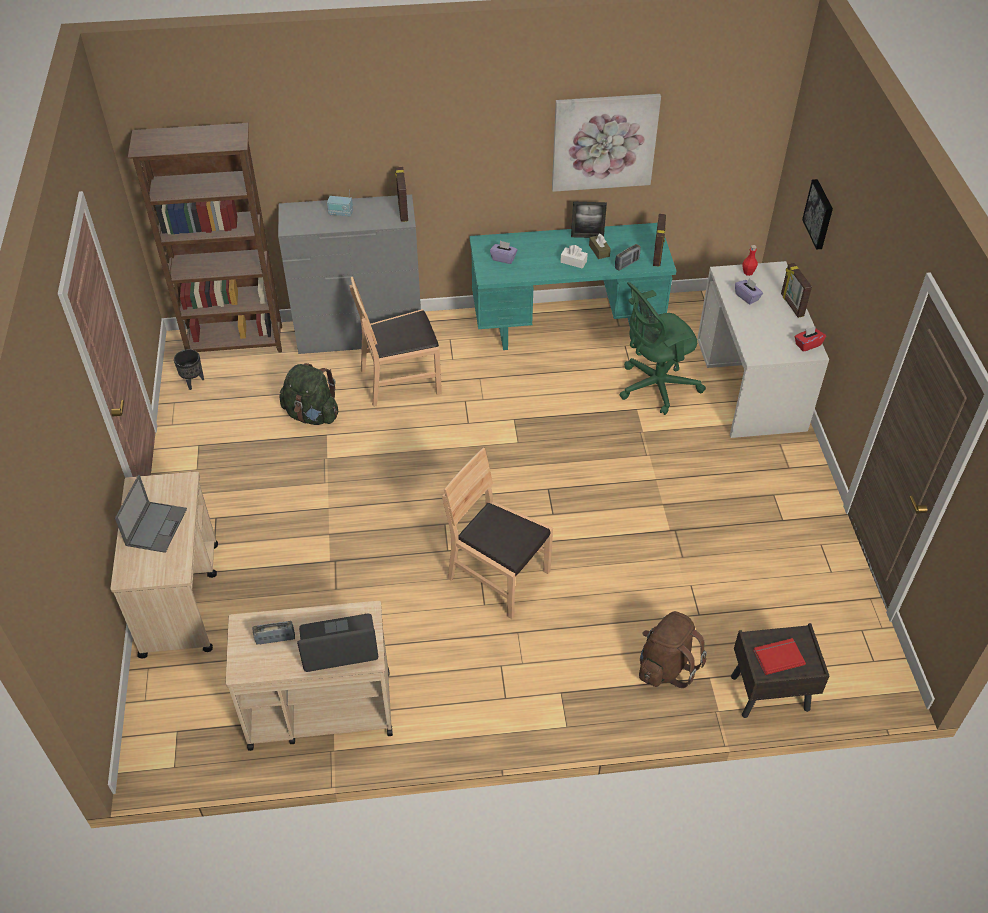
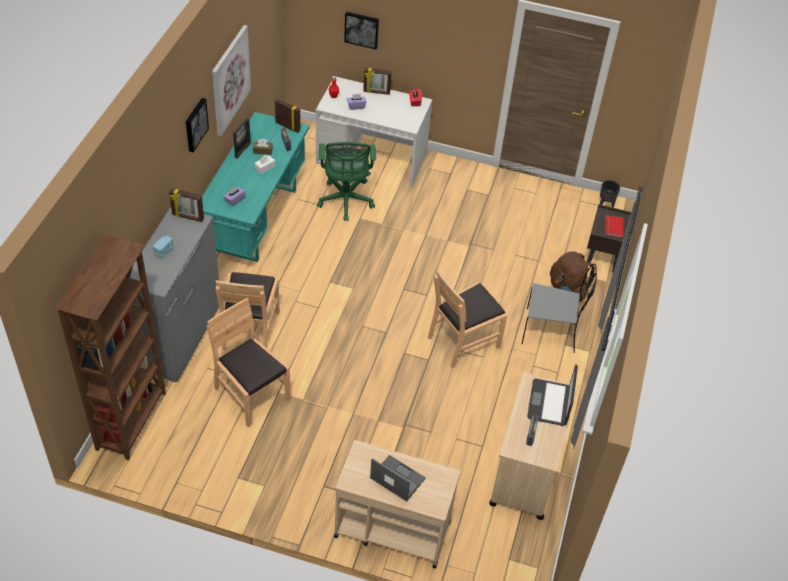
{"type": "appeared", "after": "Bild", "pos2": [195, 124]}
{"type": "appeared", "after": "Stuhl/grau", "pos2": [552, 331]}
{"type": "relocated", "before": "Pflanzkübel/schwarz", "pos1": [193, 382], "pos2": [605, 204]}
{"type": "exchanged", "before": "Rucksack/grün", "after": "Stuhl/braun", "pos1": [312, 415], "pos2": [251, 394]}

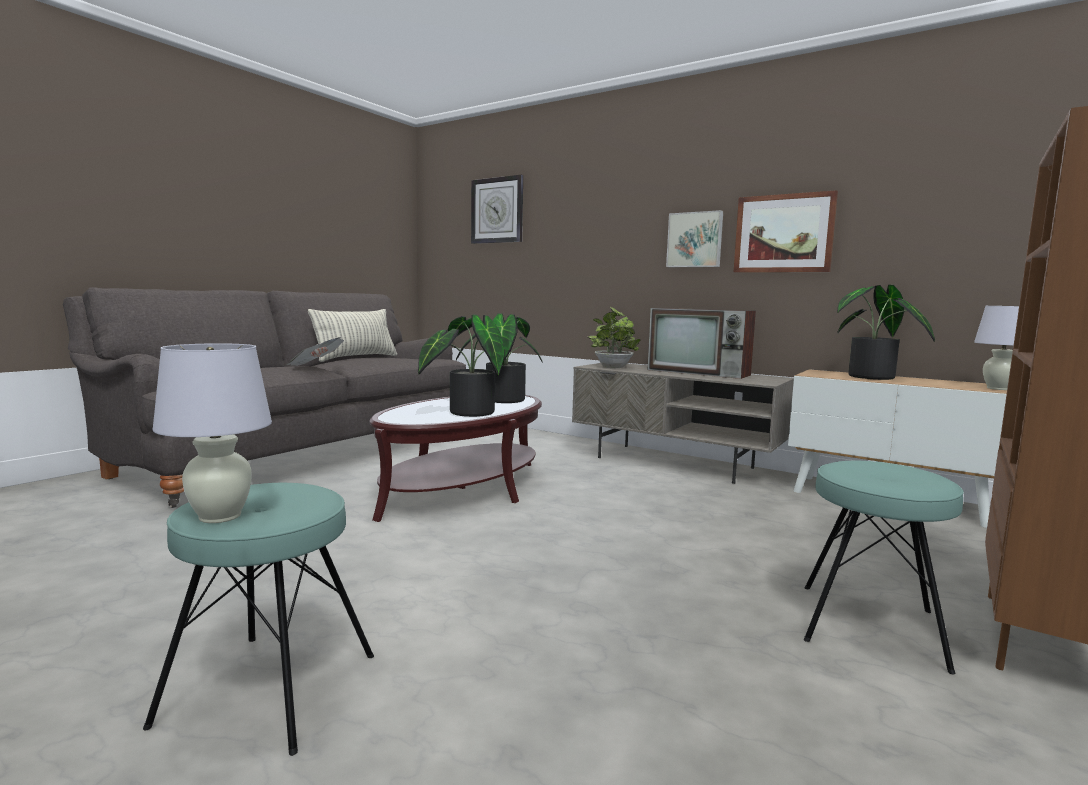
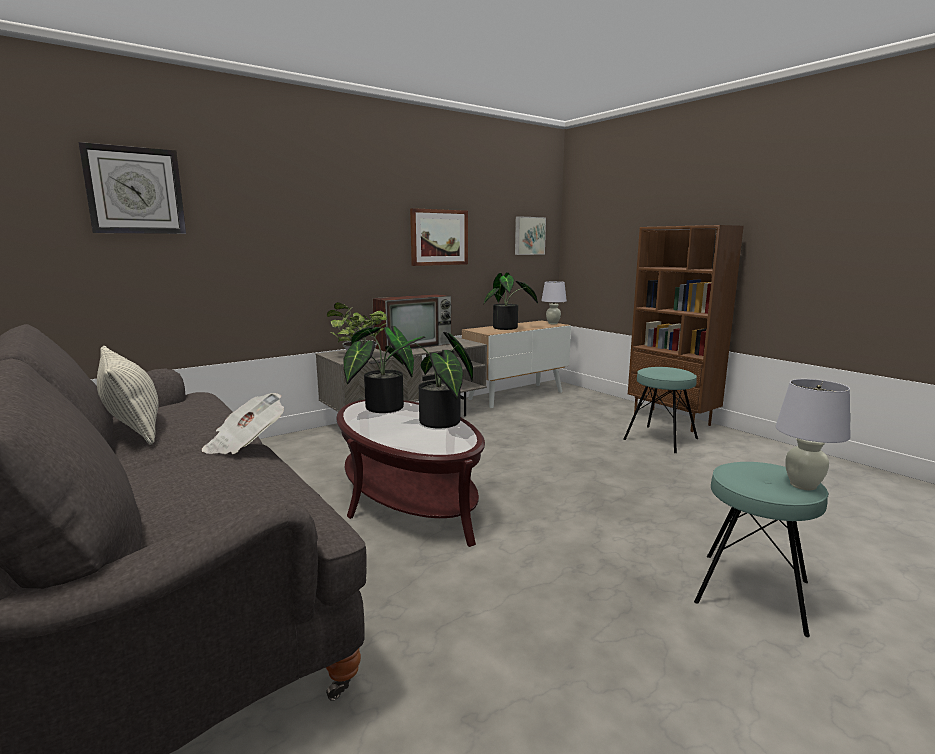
{"type": "relocated", "before": "Bild", "pos1": [695, 240], "pos2": [529, 235]}

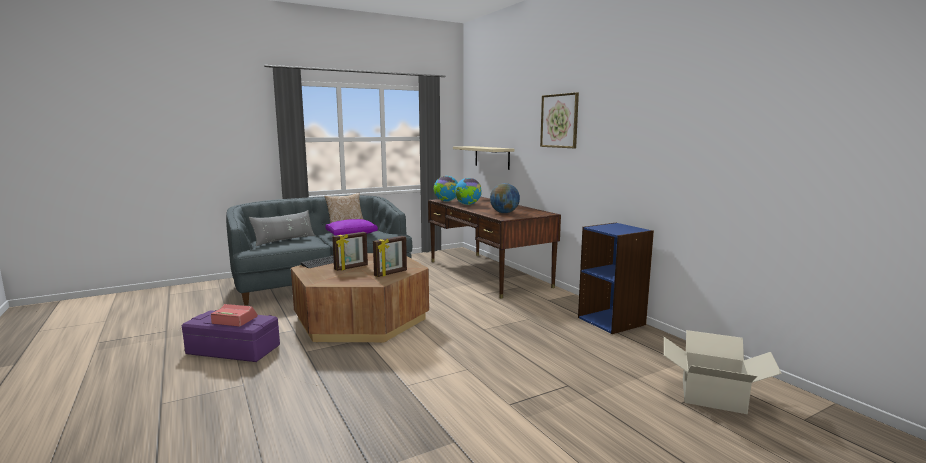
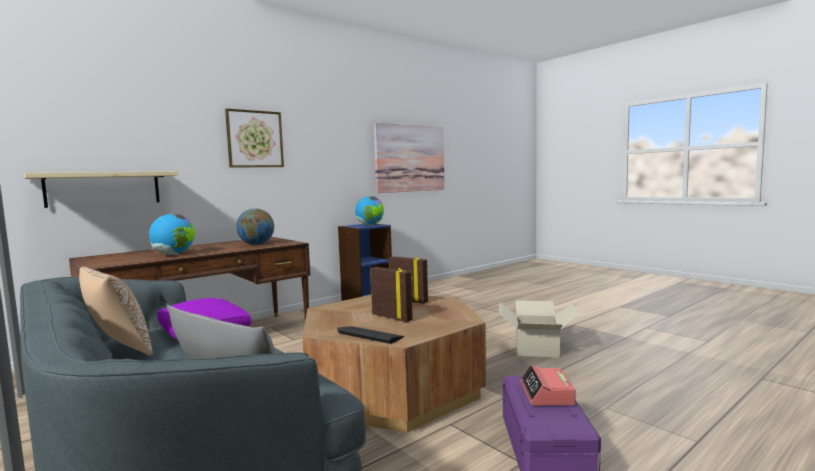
{"type": "appeared", "after": "Bild", "pos2": [410, 158]}
{"type": "relocated", "before": "Globus", "pos1": [446, 201], "pos2": [370, 225]}
{"type": "relocated", "before": "Karton", "pos1": [712, 395], "pos2": [536, 348]}

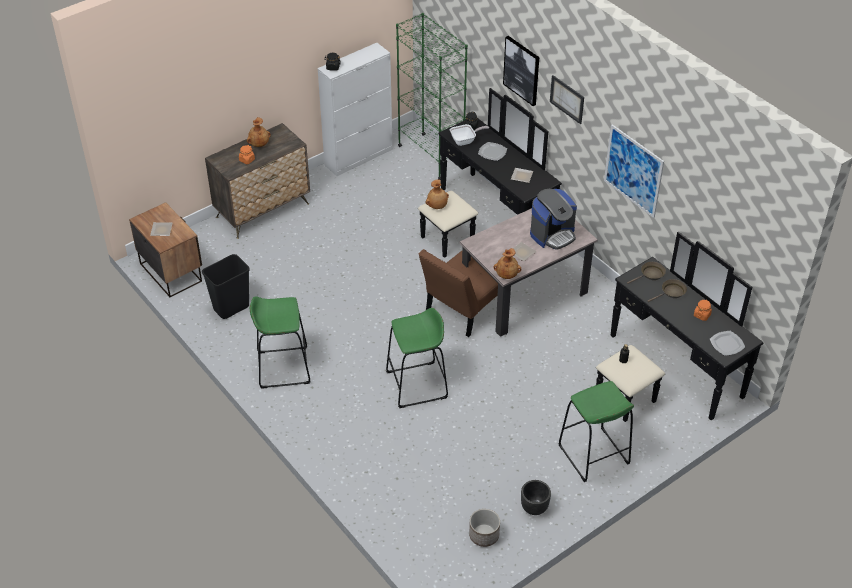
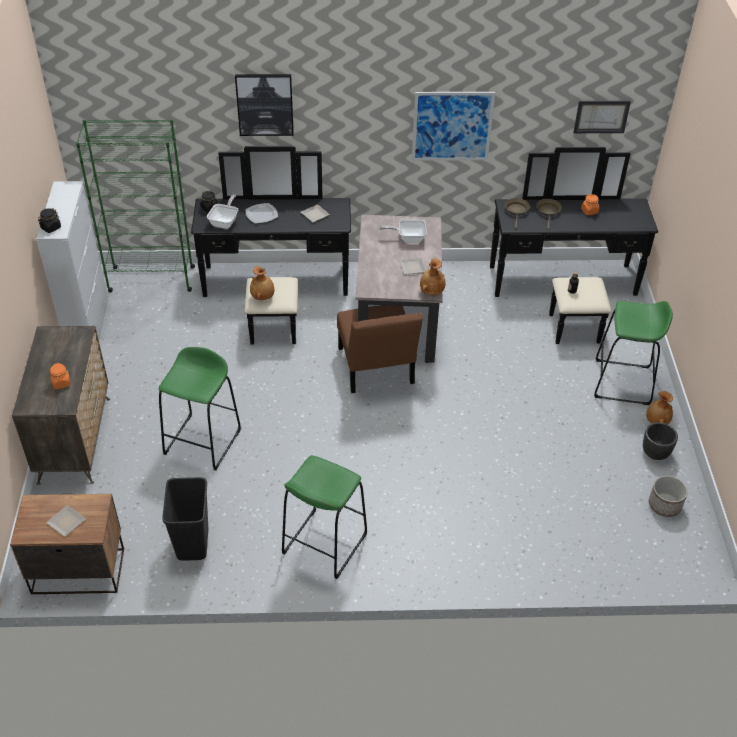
{"type": "missing", "before": "Teller", "pos1": [726, 344]}
{"type": "relocated", "before": "Vase/braun", "pos1": [259, 144], "pos2": [656, 421]}
{"type": "relocated", "before": "Hocker/grün", "pos1": [417, 385], "pos2": [203, 442]}
{"type": "relocated", "before": "Bild", "pos1": [567, 99], "pos2": [601, 116]}
{"type": "exchanged", "before": "Kaffeemaschine", "after": "Pfanne", "pos1": [552, 234], "pos2": [408, 238]}

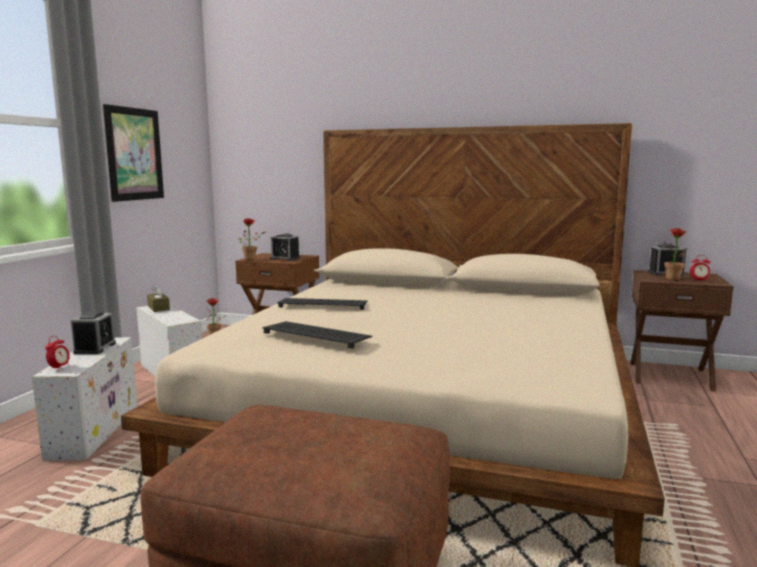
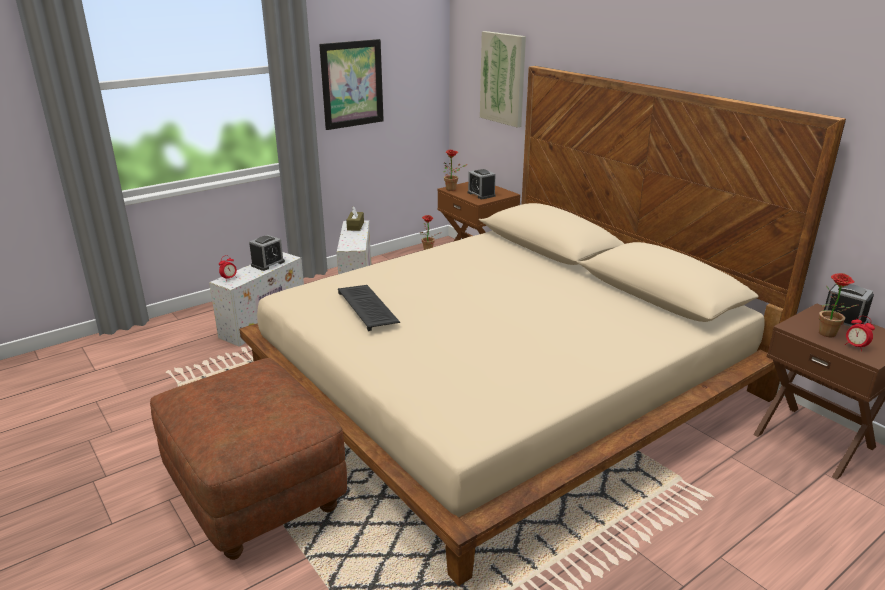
{"type": "missing", "before": "Tastatur", "pos1": [324, 305]}
{"type": "appeared", "after": "Bild", "pos2": [503, 78]}

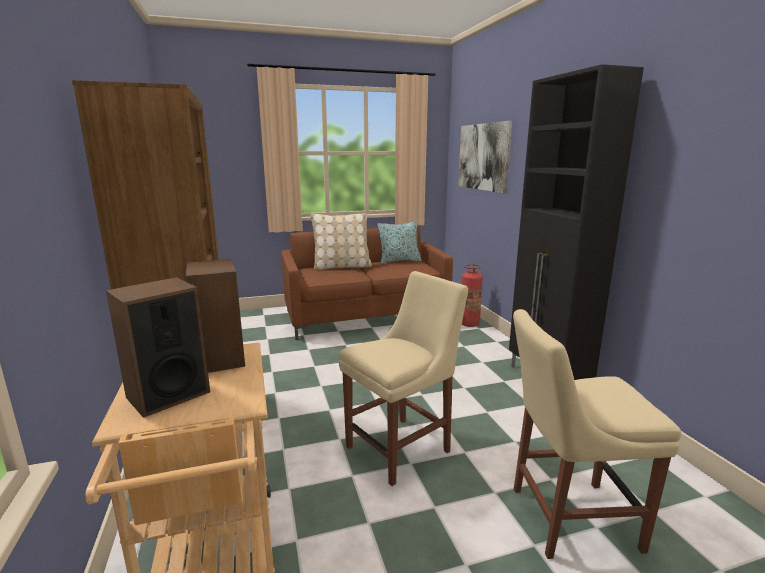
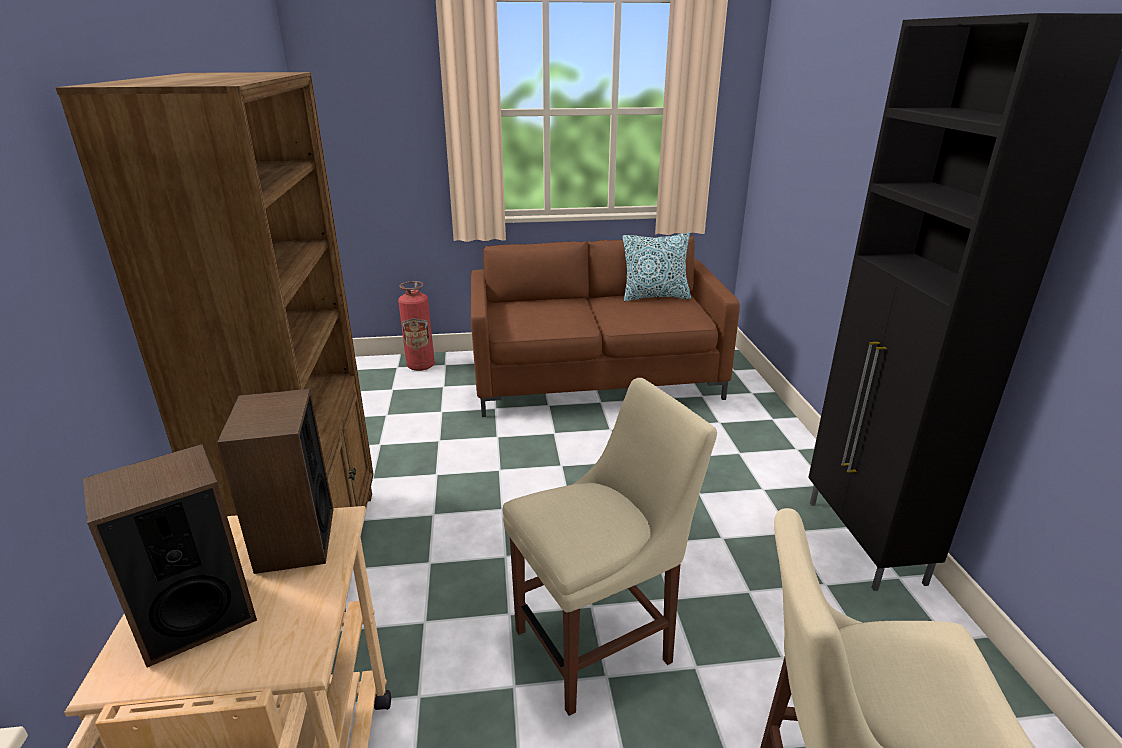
{"type": "missing", "before": "Kissen/beige", "pos1": [341, 267]}
{"type": "missing", "before": "Bild", "pos1": [483, 157]}
{"type": "relocated", "before": "Feuerlöscher", "pos1": [469, 324], "pos2": [420, 366]}

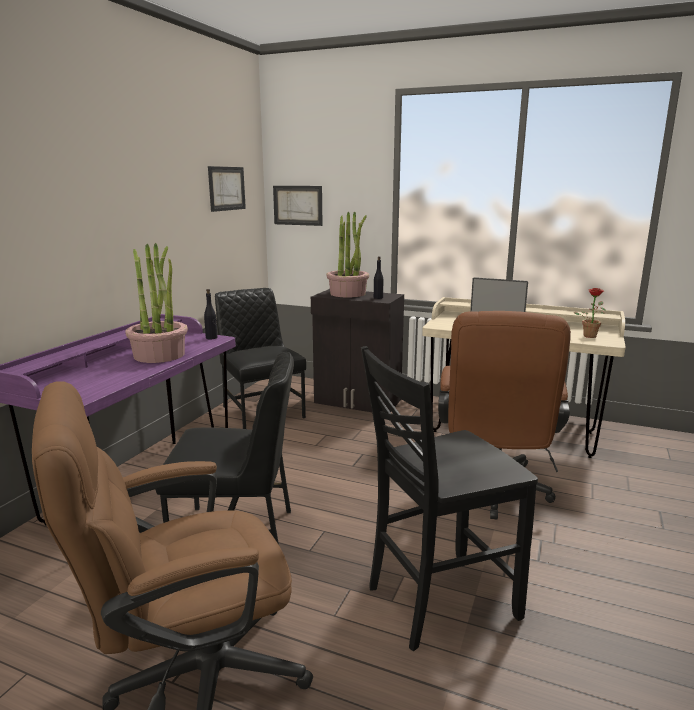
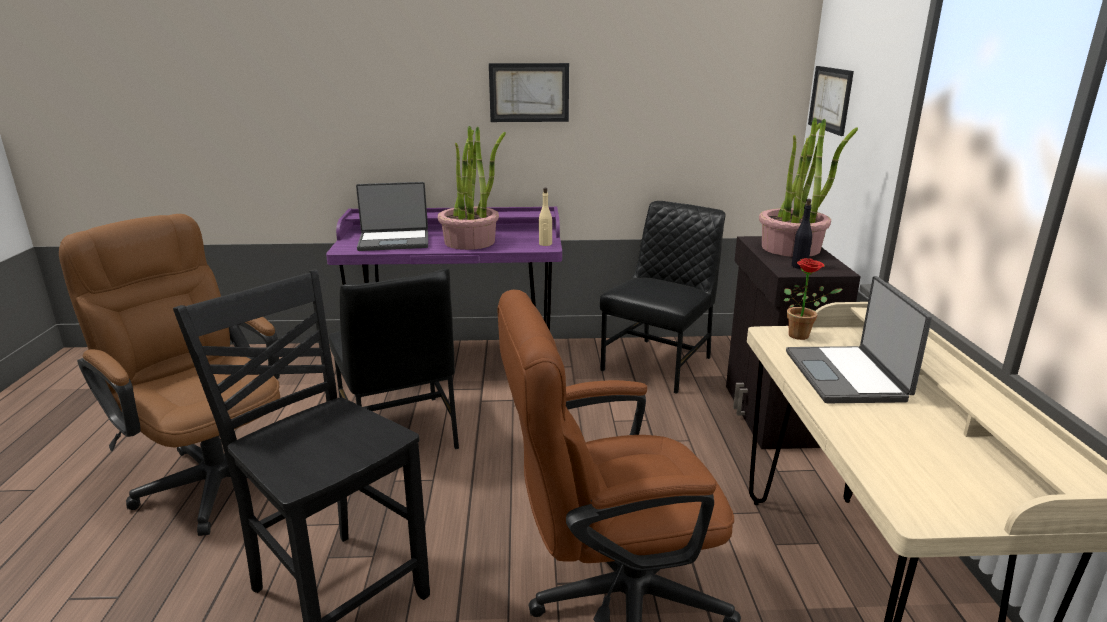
{"type": "appeared", "after": "Laptop", "pos2": [394, 241]}
{"type": "relocated", "before": "Bild", "pos1": [226, 188], "pos2": [529, 92]}
{"type": "relocated", "before": "Topfpflanze", "pos1": [589, 335], "pos2": [803, 335]}
{"type": "colour", "before": "Flasche/schwarz", "after": "Flasche/beige", "pos1": [211, 338], "pos2": [545, 244]}

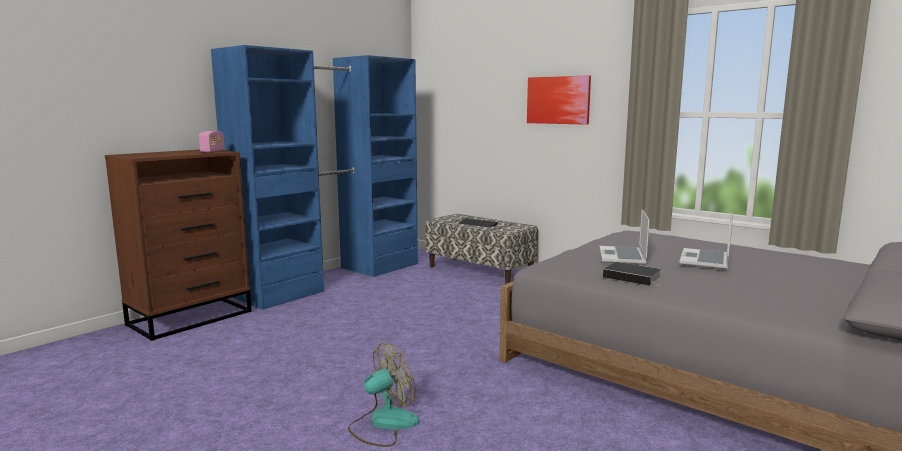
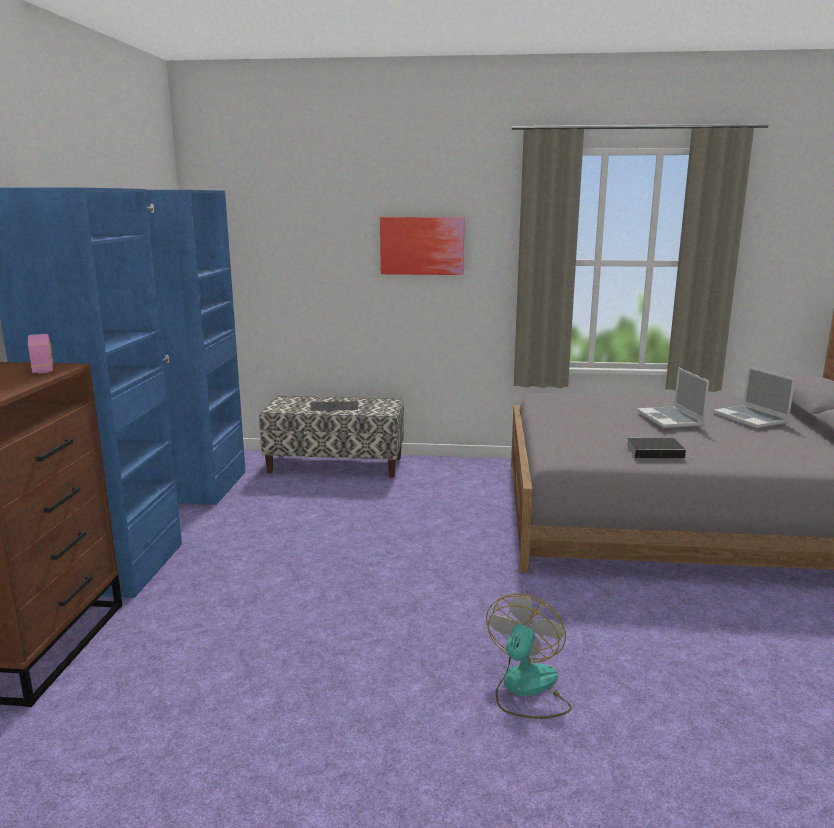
{"type": "relocated", "before": "Laptop", "pos1": [623, 257], "pos2": [751, 418]}

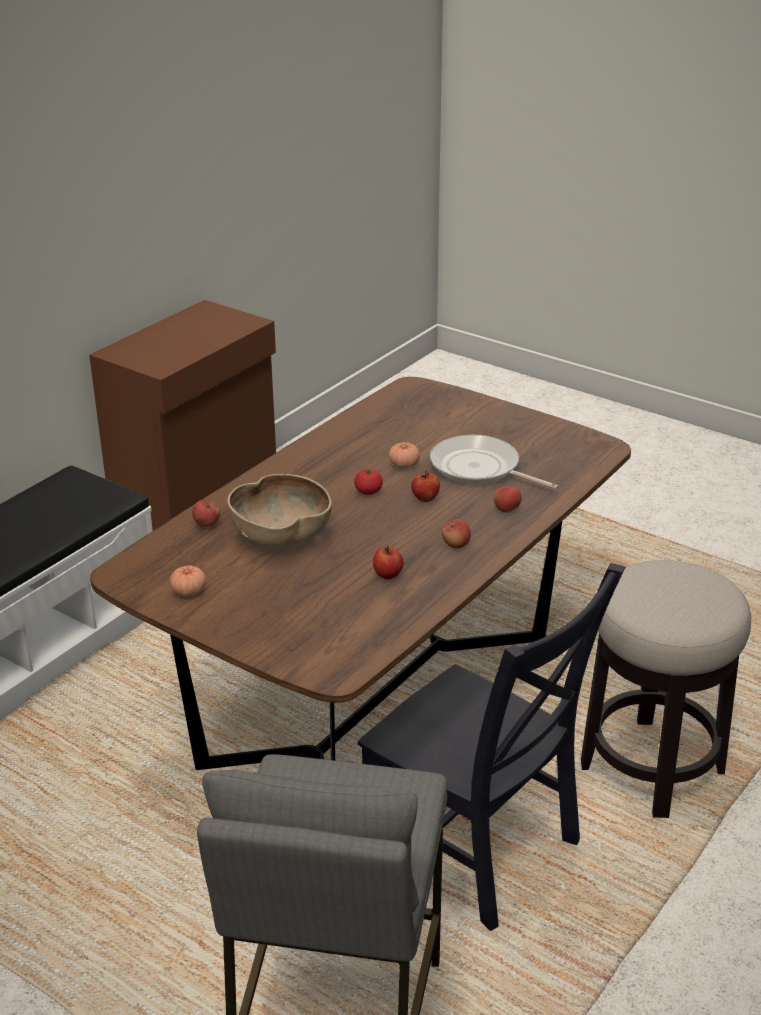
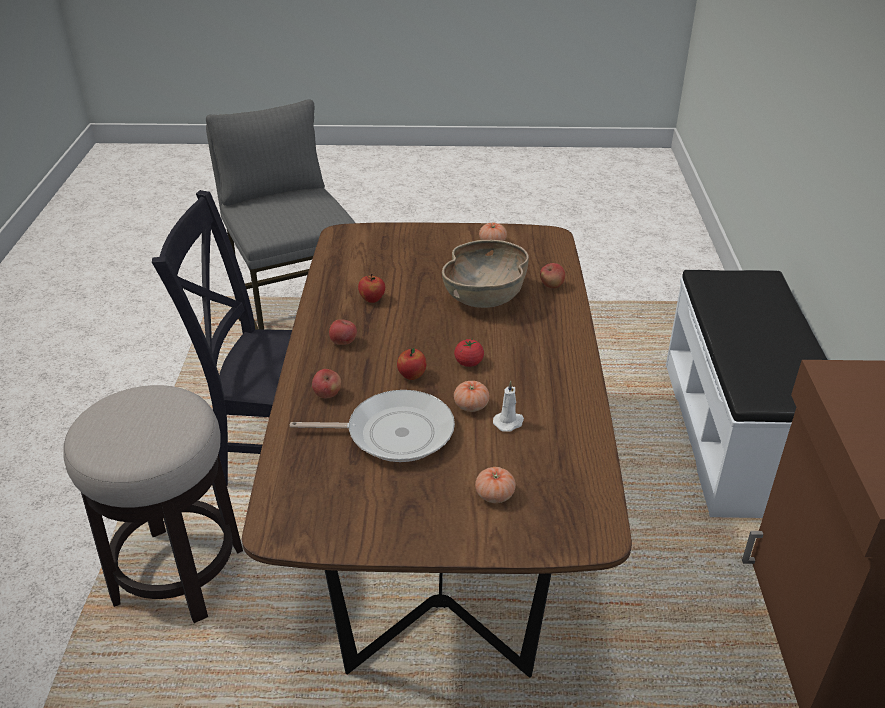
{"type": "appeared", "after": "Tomate", "pos2": [494, 495]}
{"type": "appeared", "after": "Kerze/weiß", "pos2": [509, 422]}

